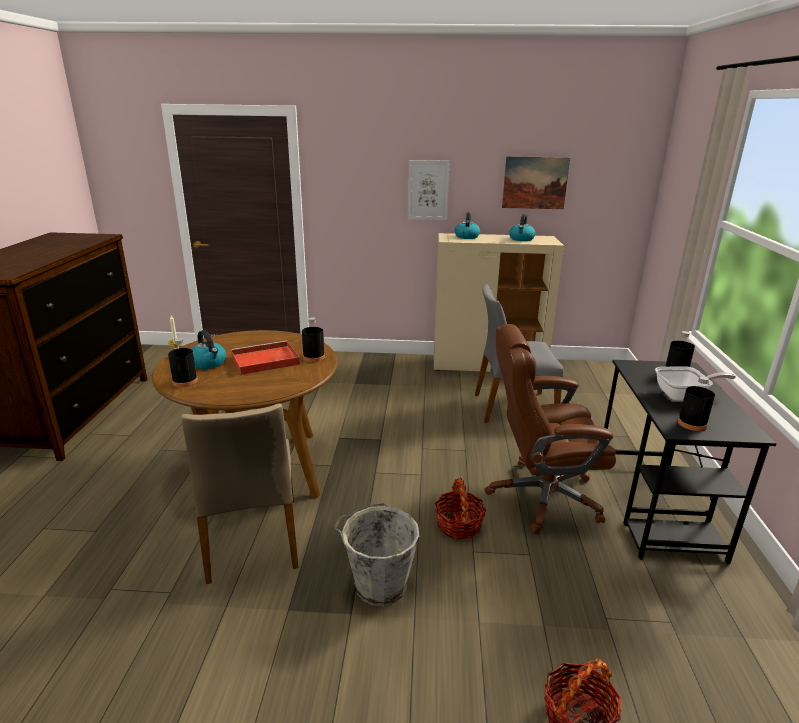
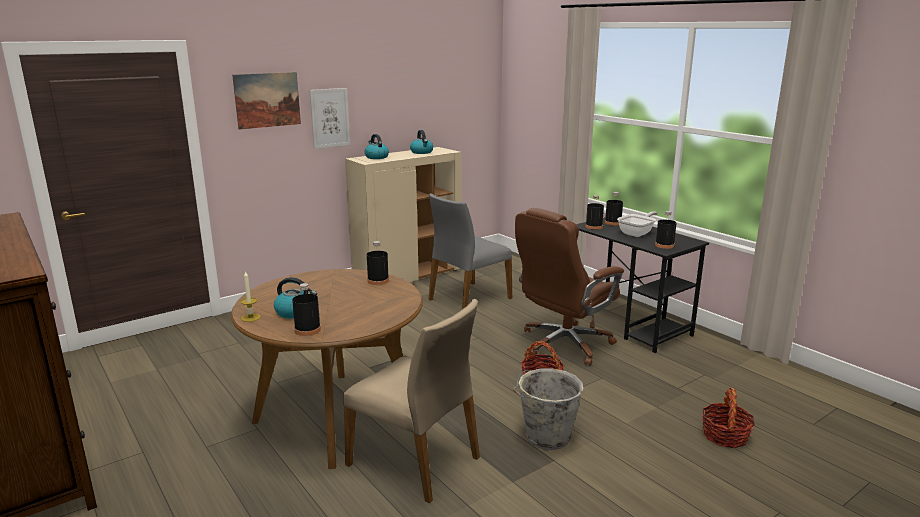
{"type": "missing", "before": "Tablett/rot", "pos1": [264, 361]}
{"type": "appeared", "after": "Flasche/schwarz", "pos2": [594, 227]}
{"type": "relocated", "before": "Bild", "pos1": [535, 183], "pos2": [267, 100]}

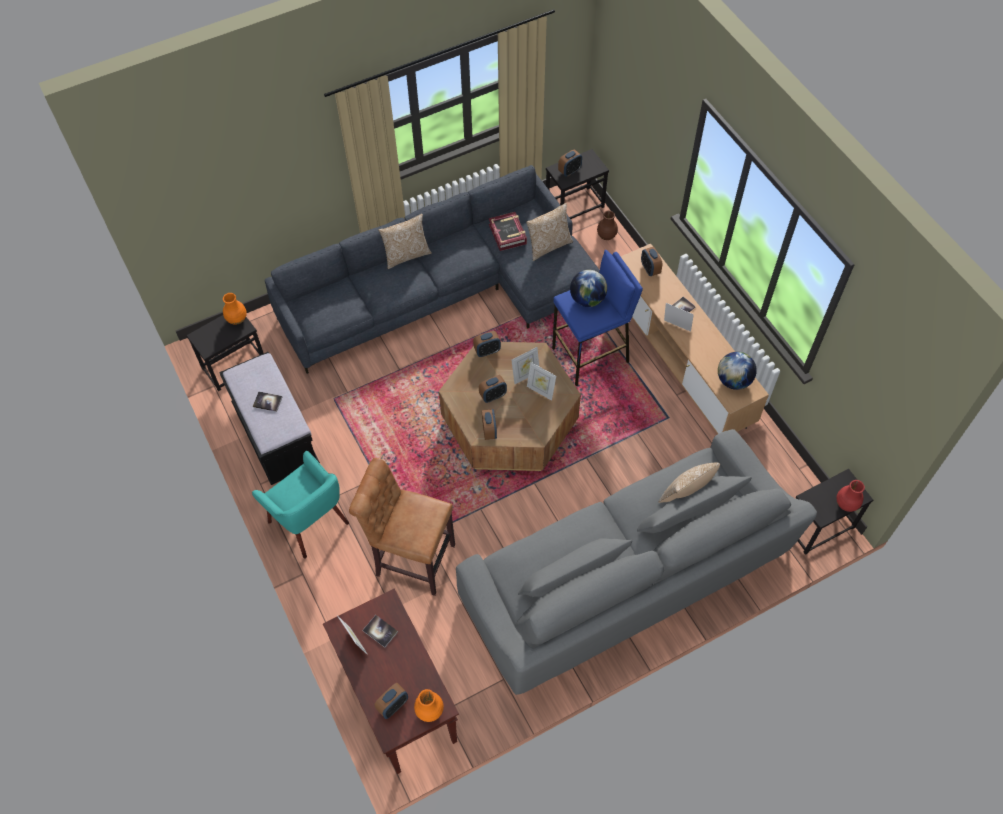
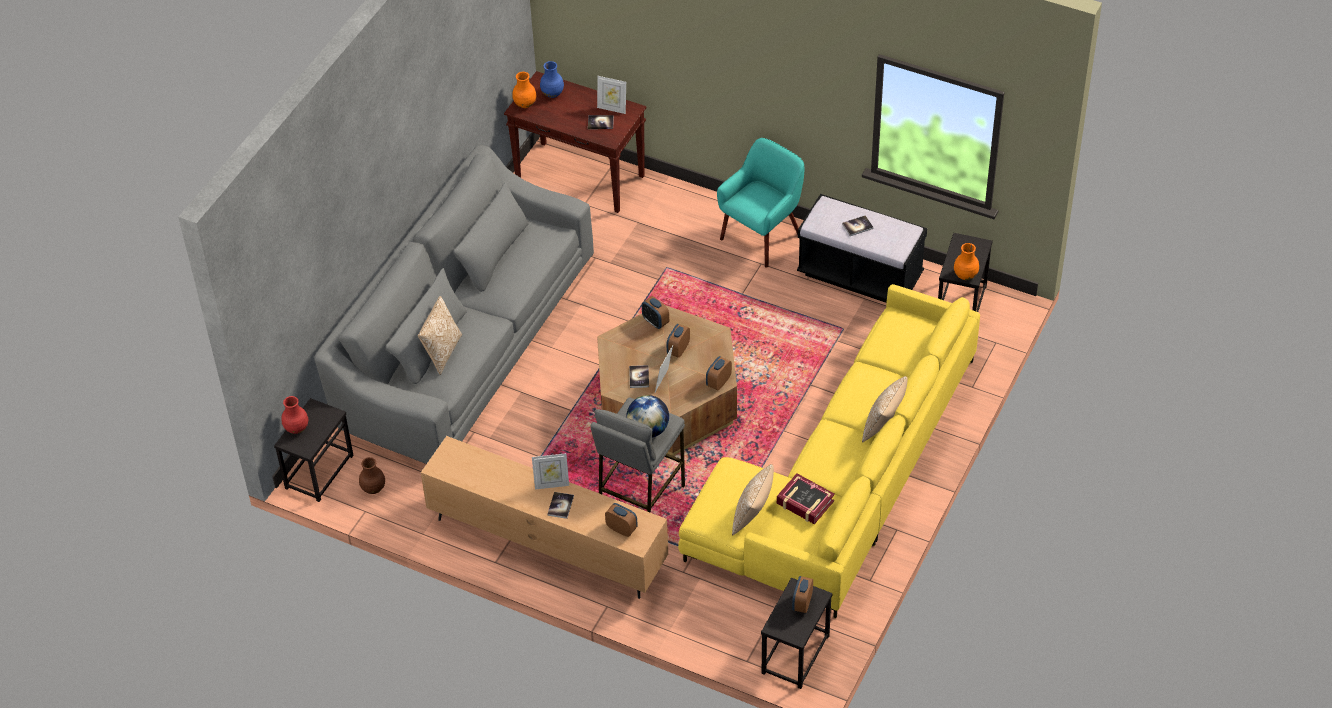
{"type": "missing", "before": "Hocker/braun", "pos1": [411, 559]}
{"type": "missing", "before": "Globus", "pos1": [733, 380]}
{"type": "relocated", "before": "Vase/braun", "pos1": [606, 236], "pos2": [373, 488]}
{"type": "exchanged", "before": "Wecker", "after": "Vase/blau", "pos1": [393, 705], "pos2": [552, 93]}
{"type": "exchanged", "before": "Bilderrahmen", "after": "Buch", "pos1": [540, 391], "pos2": [639, 377]}
{"type": "colour", "before": "Sofa/grau", "after": "Sofa/gelb", "pos1": [445, 291], "pos2": [841, 479]}
{"type": "colour", "before": "Hocker/blau", "after": "Hocker/grau", "pos1": [591, 356], "pos2": [640, 501]}
{"type": "spun", "before": "Sessel/türkis", "pos1": [310, 522], "pos2": [762, 236], "turn": 120}

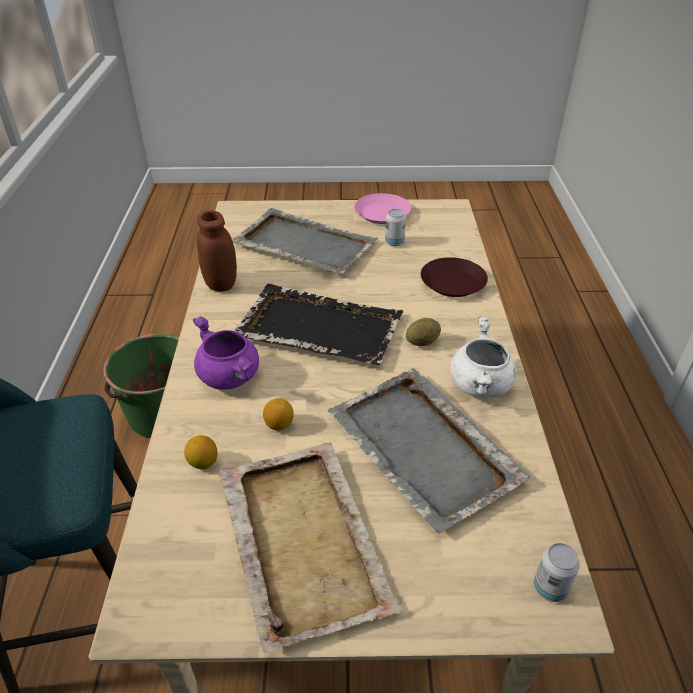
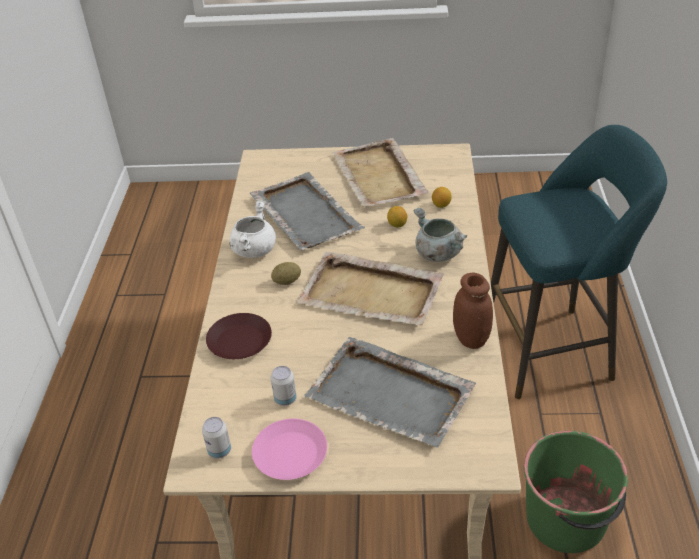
{"type": "relocated", "before": "Dose", "pos1": [550, 588], "pos2": [219, 451]}
{"type": "colour", "before": "Kochtopf/lila", "after": "Kochtopf/grau", "pos1": [231, 377], "pos2": [437, 253]}
{"type": "colour", "before": "Tablett/schwarz", "after": "Tablett/beige", "pos1": [318, 328], "pos2": [372, 293]}

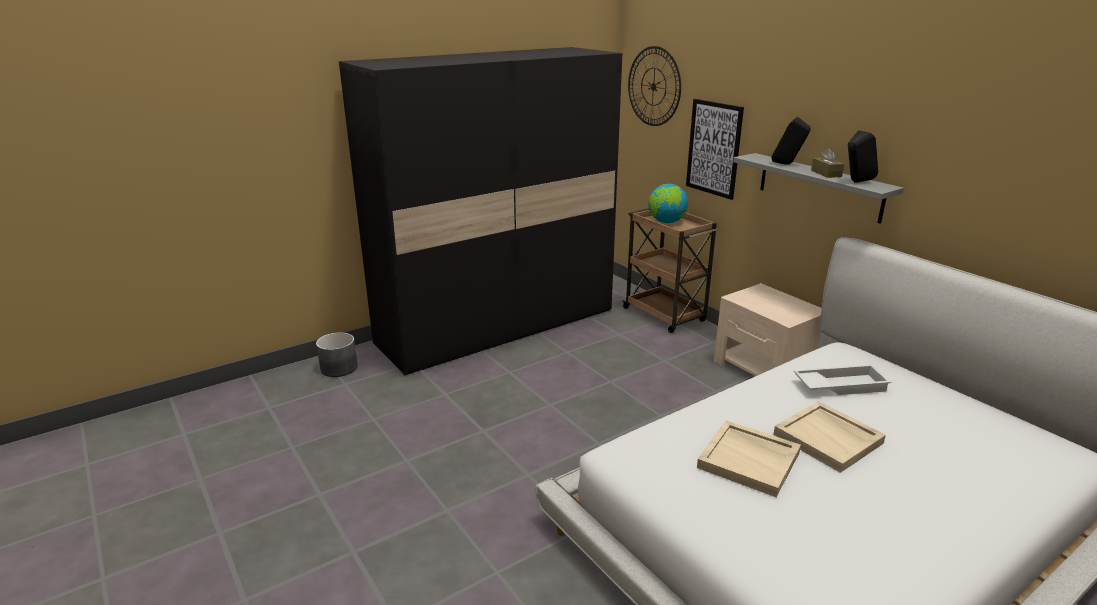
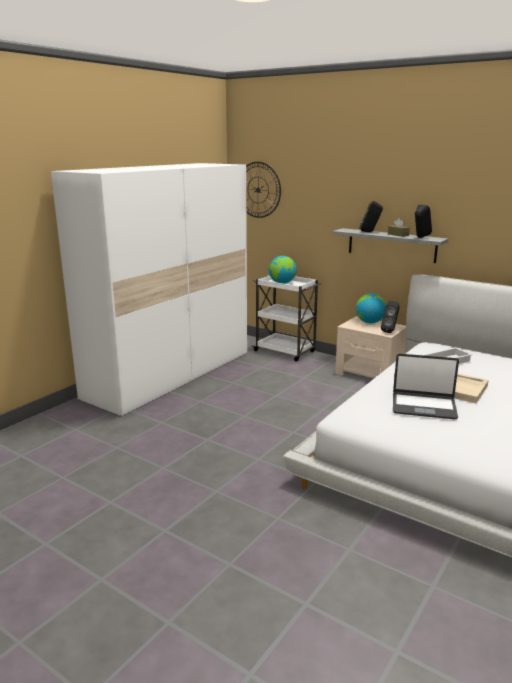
{"type": "missing", "before": "Pflanzkübel/grau", "pos1": [339, 368]}
{"type": "missing", "before": "Bild", "pos1": [714, 148]}
{"type": "appeared", "after": "Globus", "pos2": [370, 322]}
{"type": "appeared", "after": "Lautsprecher/schwarz", "pos2": [390, 331]}
{"type": "exchanged", "before": "Tablett/beige", "after": "Laptop", "pos1": [749, 460], "pos2": [423, 406]}
{"type": "colour", "before": "Kleiderschrank/schwarz", "after": "Kleiderschrank/weiß", "pos1": [498, 326], "pos2": [170, 374]}
{"type": "colour", "before": "Rollwagen/braun", "after": "Rollwagen/weiß", "pos1": [665, 315], "pos2": [285, 351]}

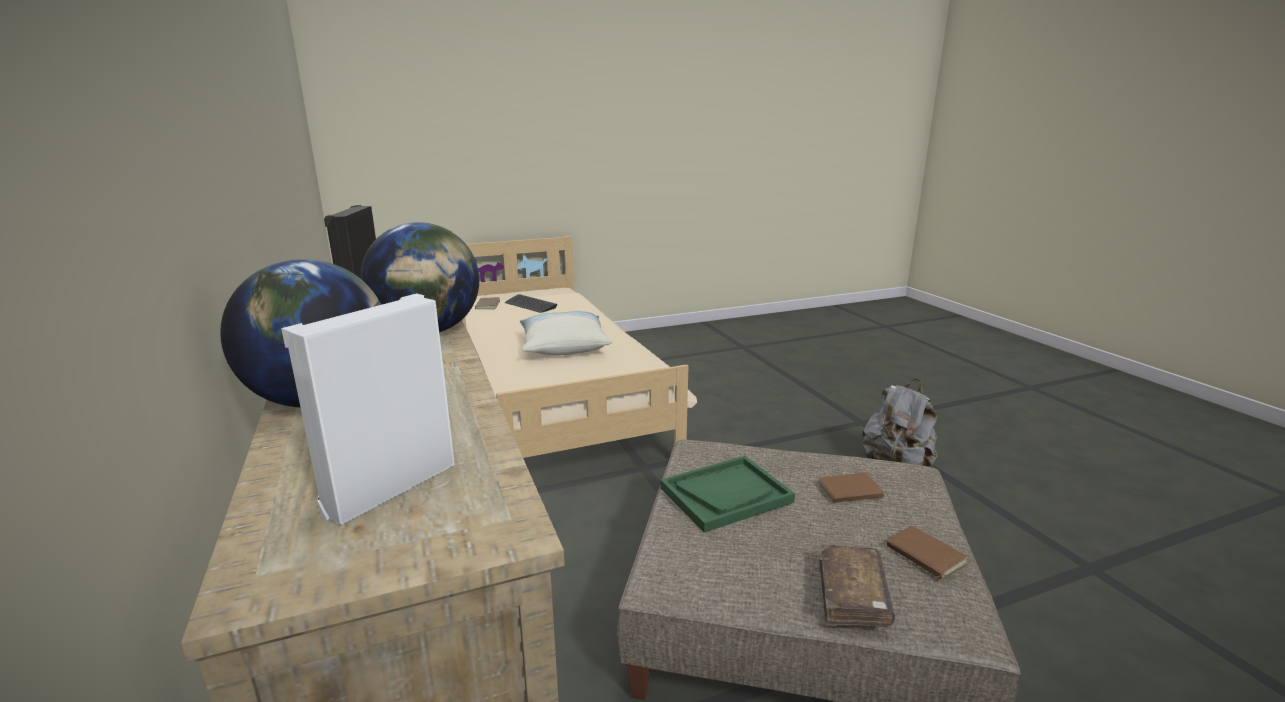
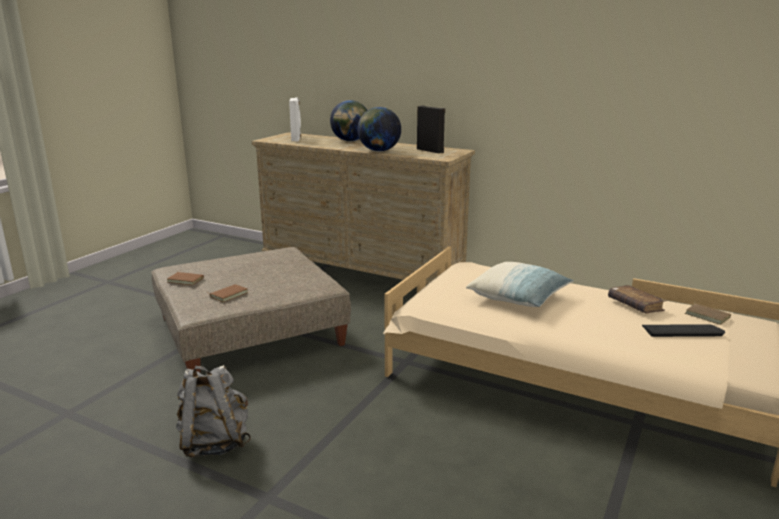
{"type": "missing", "before": "Tablett/grün", "pos1": [726, 495]}
{"type": "relocated", "before": "Buch/braun", "pos1": [852, 596], "pos2": [635, 305]}

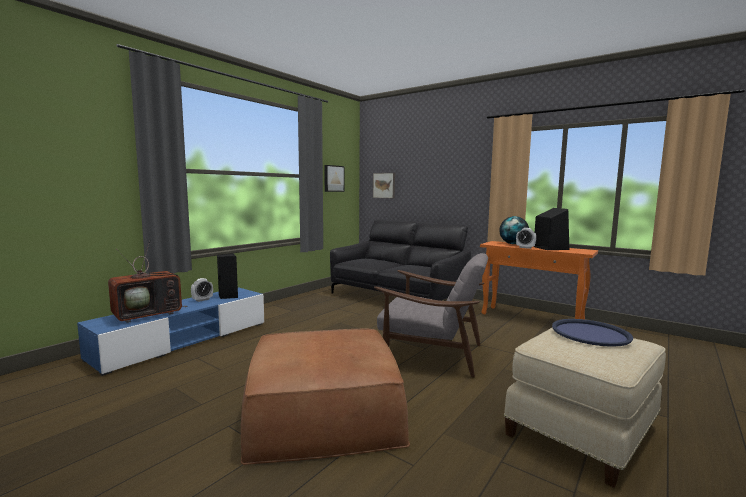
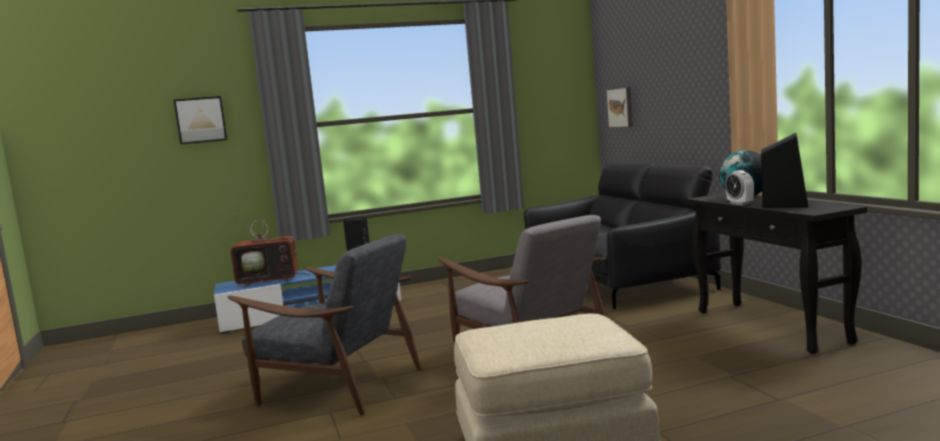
{"type": "missing", "before": "Wecker", "pos1": [202, 300]}
{"type": "missing", "before": "Tablett/blau", "pos1": [590, 333]}
{"type": "relocated", "before": "Bild", "pos1": [333, 178], "pos2": [201, 120]}
{"type": "exchanged", "before": "Polsterhocker/braun", "after": "Sessel/grau", "pos1": [324, 409], "pos2": [337, 385]}
{"type": "colour", "before": "Konsolentisch/orange", "after": "Konsolentisch/schwarz", "pos1": [532, 319], "pos2": [771, 326]}

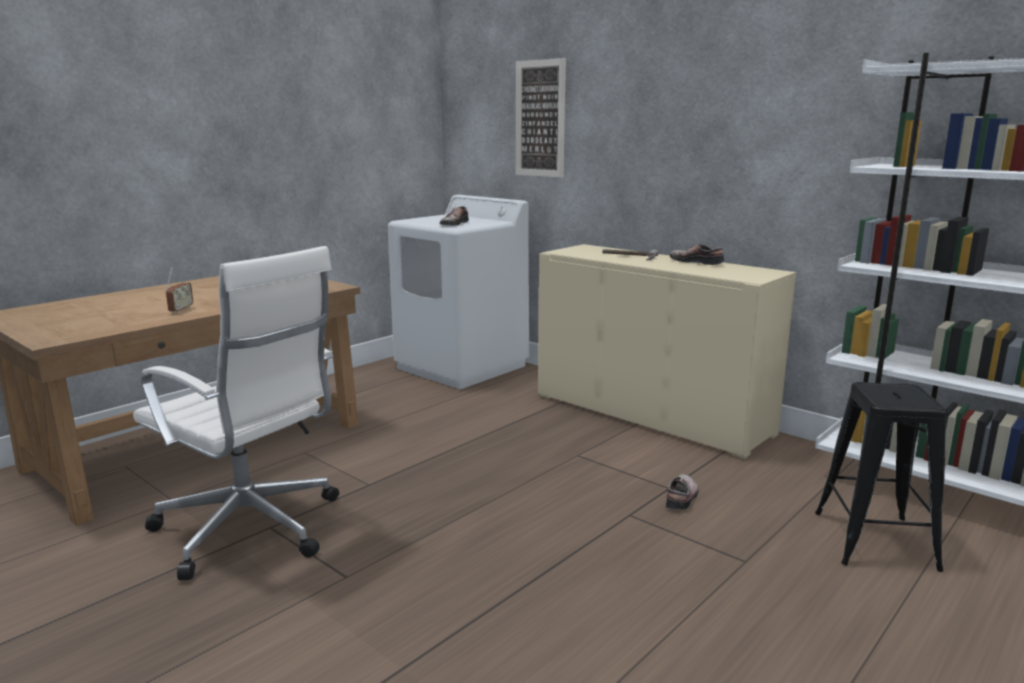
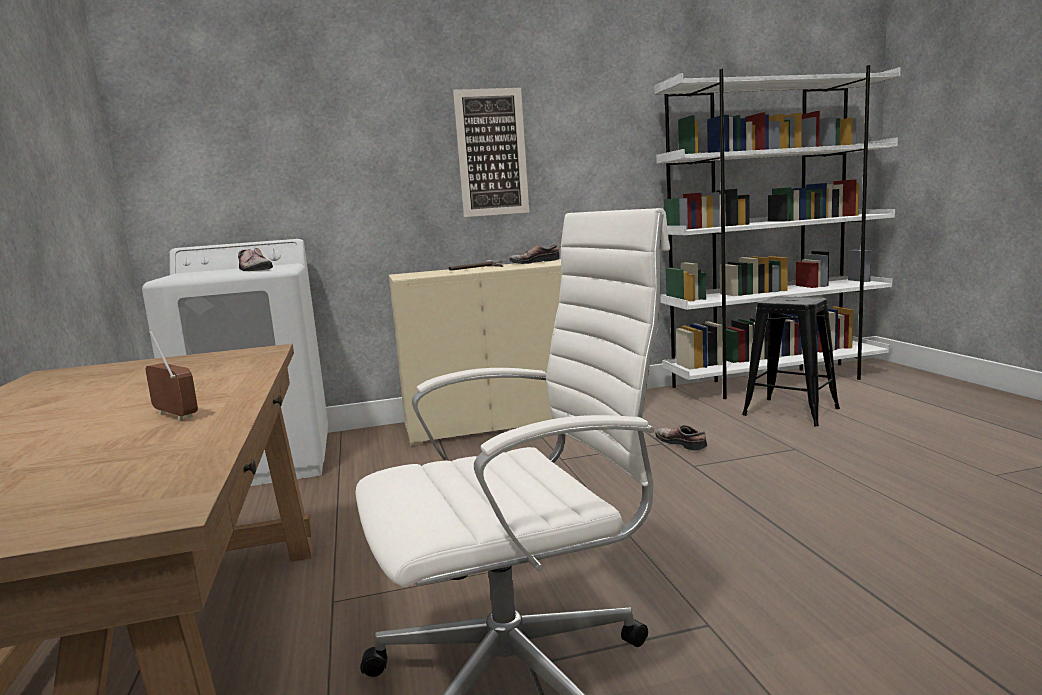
{"type": "relocated", "before": "Bild", "pos1": [540, 119], "pos2": [492, 153]}

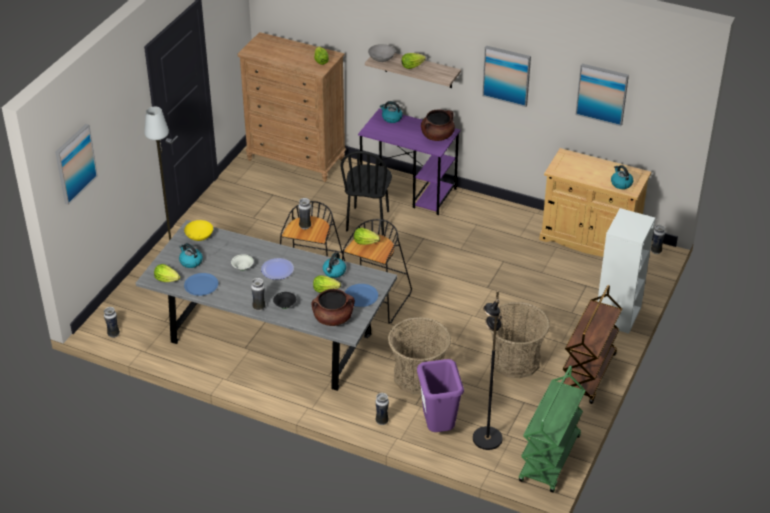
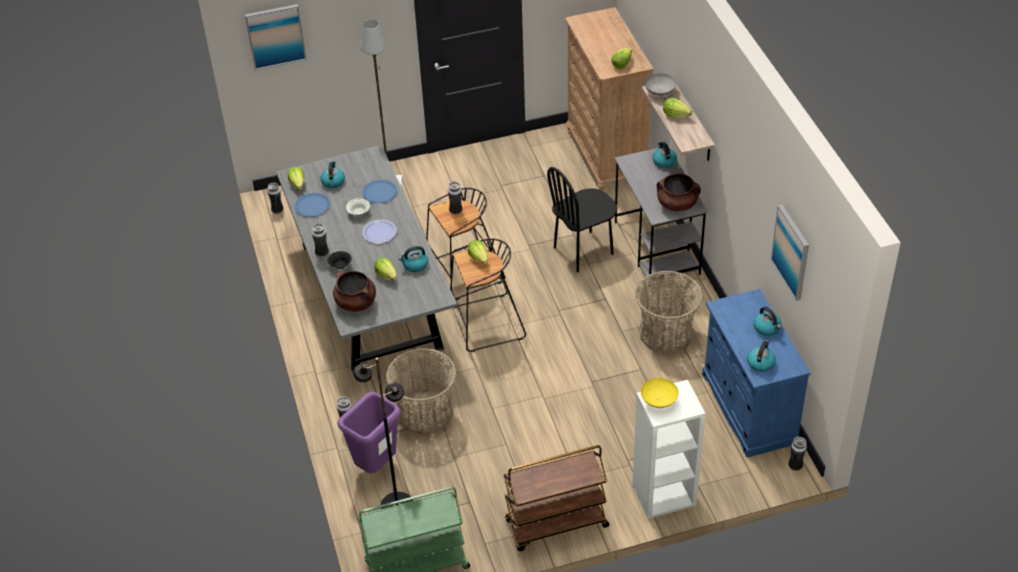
{"type": "missing", "before": "Bild", "pos1": [506, 75]}
{"type": "appeared", "after": "Wasserkessel", "pos2": [767, 328]}
{"type": "relocated", "before": "Schüssel/gelb", "pos1": [199, 237], "pos2": [659, 400]}
{"type": "relocated", "before": "Teller/blau", "pos1": [361, 296], "pos2": [380, 192]}
{"type": "relocated", "before": "Korb", "pos1": [515, 360], "pos2": [666, 333]}
{"type": "colour", "before": "Schreibtisch/lila", "after": "Schreibtisch/grau", "pos1": [409, 191], "pos2": [657, 248]}
{"type": "colour", "before": "Schrank/beige", "after": "Schrank/blau", "pos1": [589, 240], "pos2": [748, 408]}

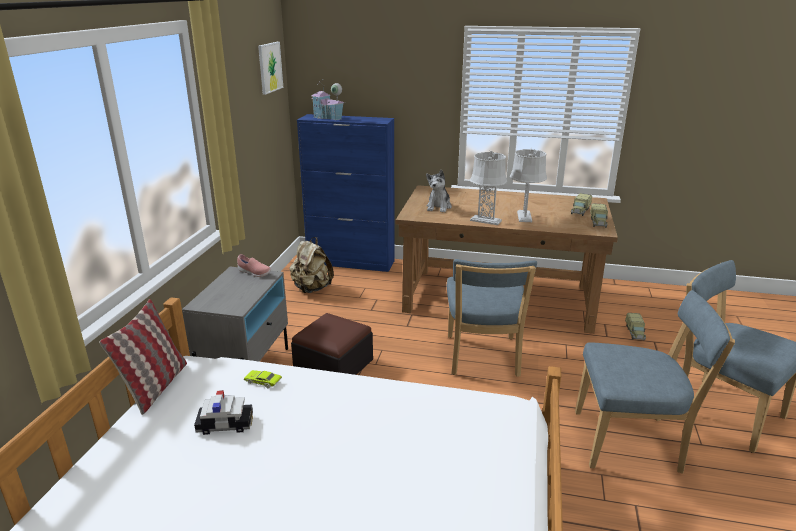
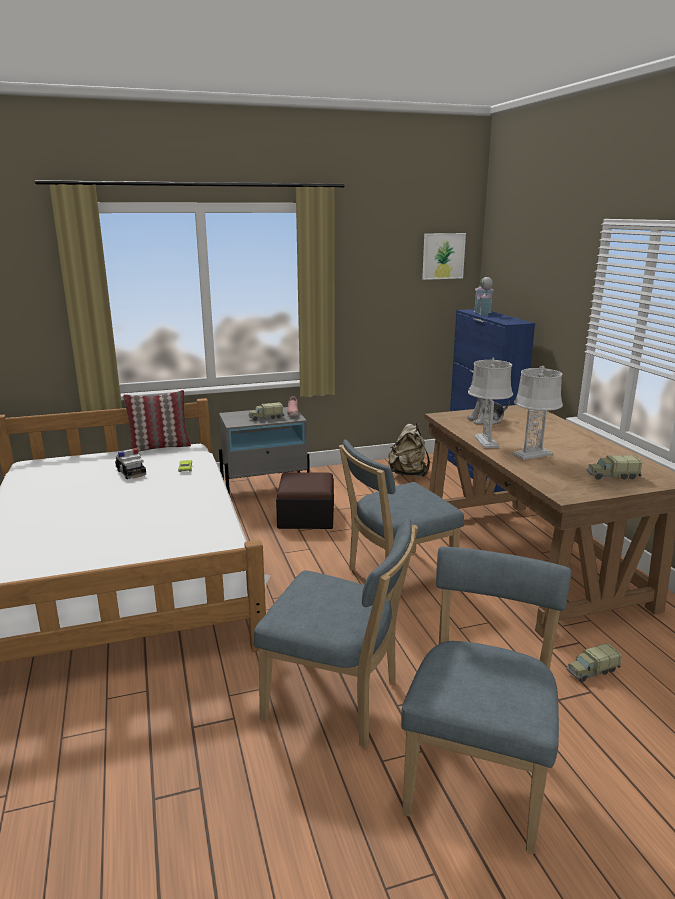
{"type": "relocated", "before": "Spielzeuglaster", "pos1": [598, 222], "pos2": [266, 418]}
{"type": "spun", "before": "Stuhl/blau", "pos1": [632, 442], "pos2": [337, 701], "turn": -45}

